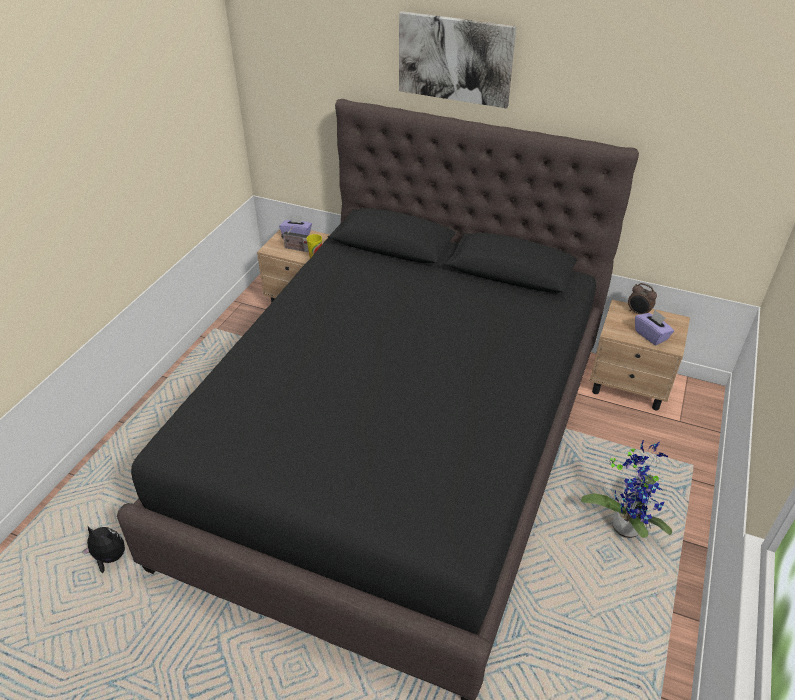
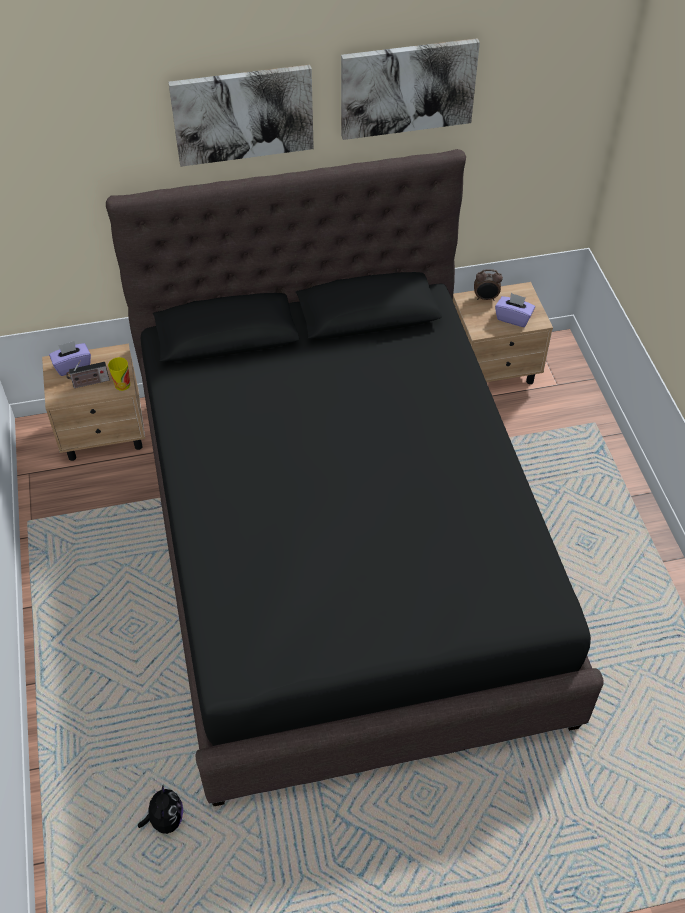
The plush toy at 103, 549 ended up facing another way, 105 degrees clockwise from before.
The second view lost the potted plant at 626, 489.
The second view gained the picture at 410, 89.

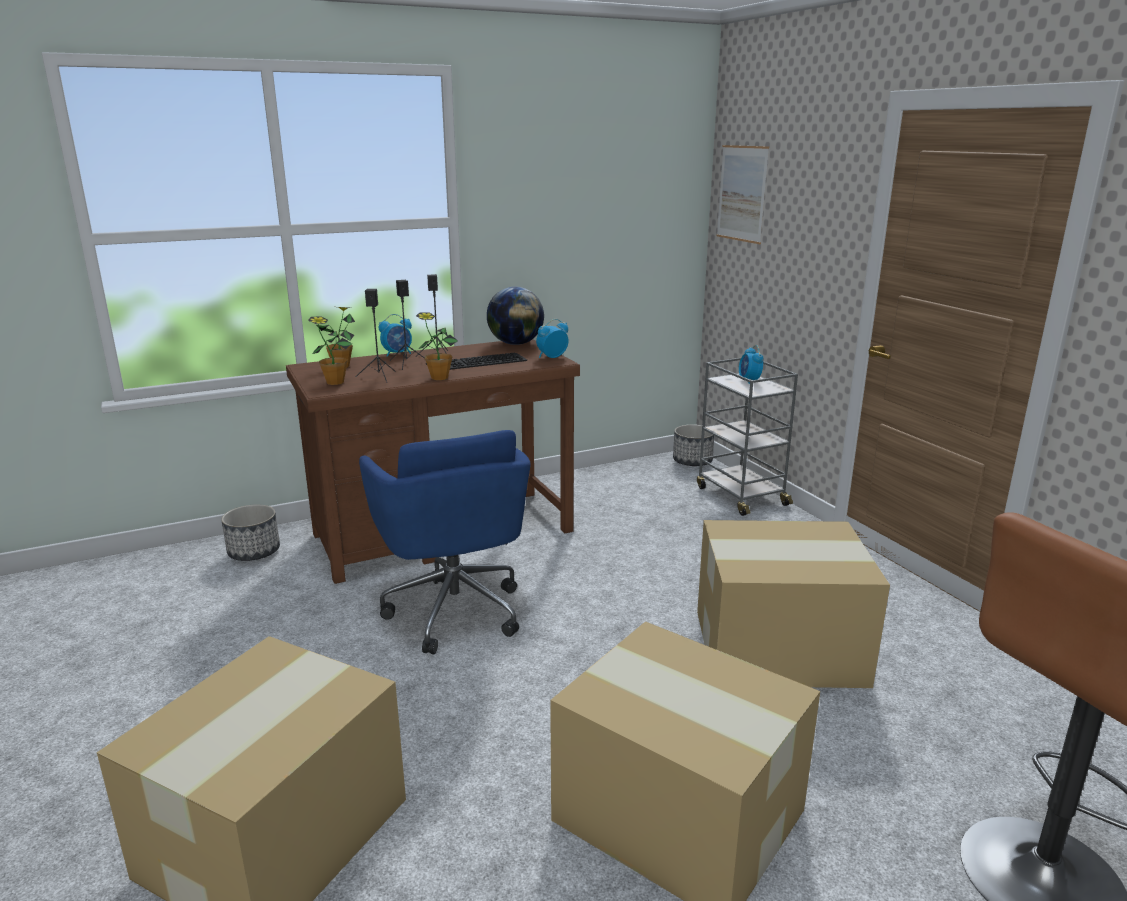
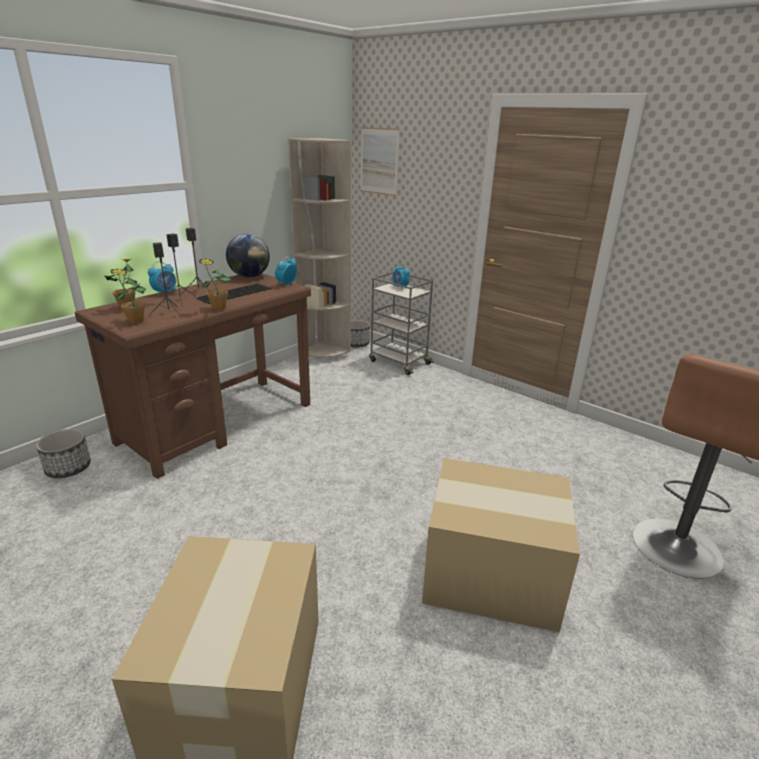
The second view lost the blue office chair at 444, 542.
The second view lost the cardboard box at 793, 604.
The second view gained the beige bookcase at 320, 249.

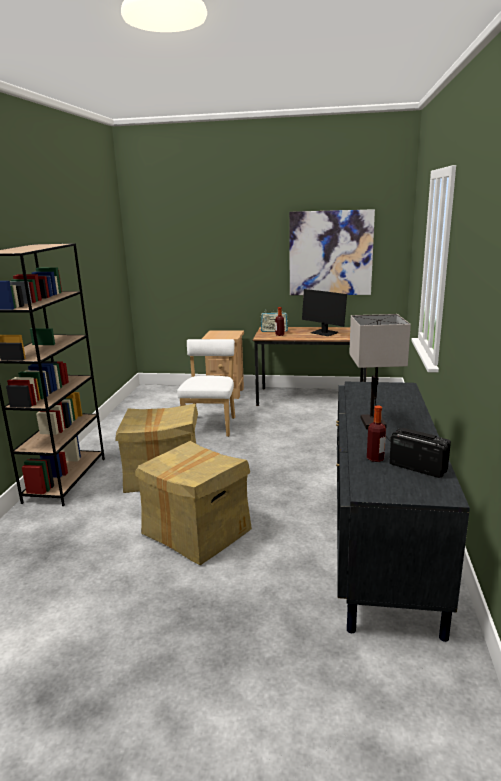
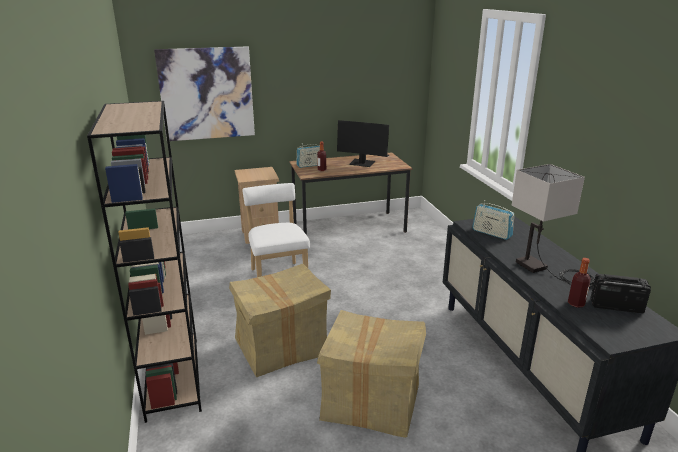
The picture ended up elsewhere, having gone from 332, 252 to 204, 93.
The second view gained the radio at 493, 220.

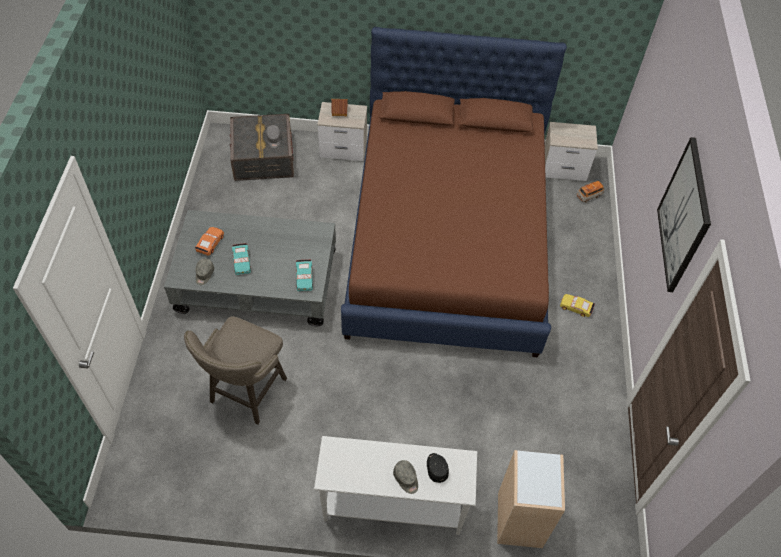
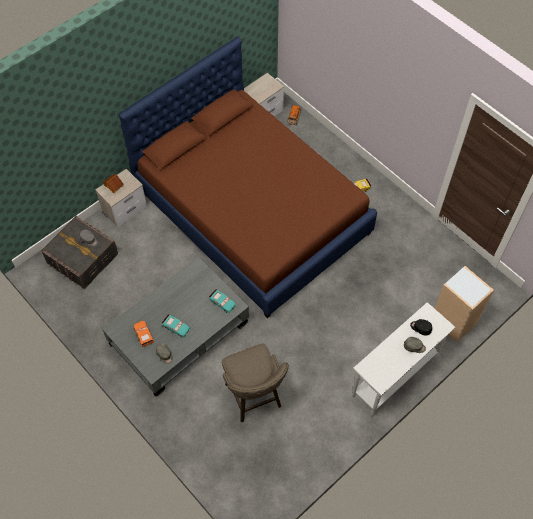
The second view lost the picture at 684, 214.

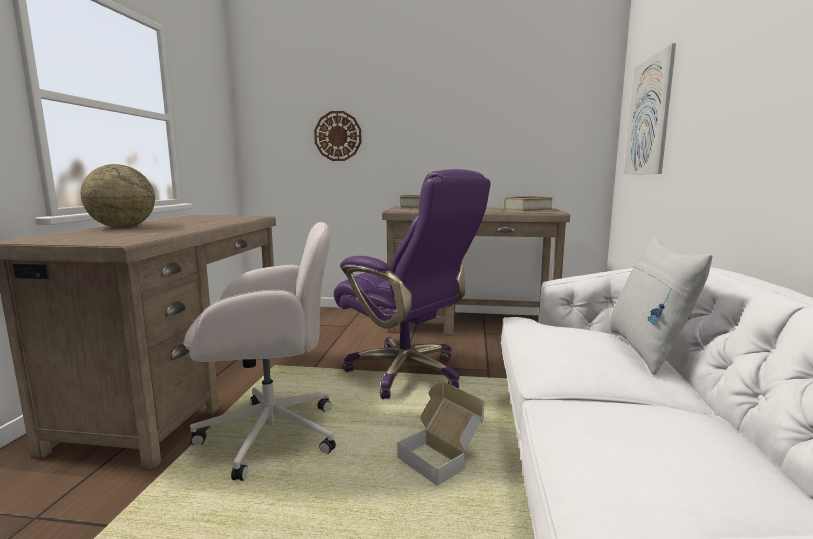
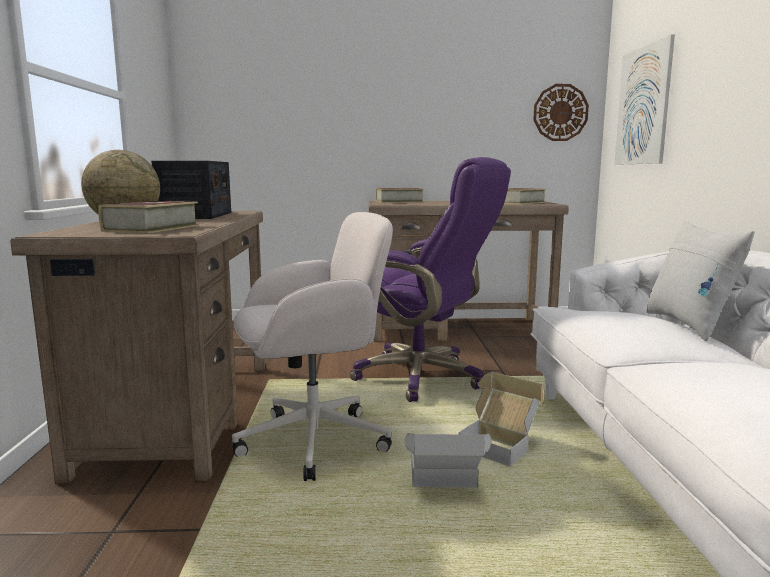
The wall clock ended up elsewhere, having gone from 338, 136 to 561, 112.
The second view gained the book at 148, 217.
The second view gained the radio at 191, 190.
The second view gained the cardboard box at 448, 460.

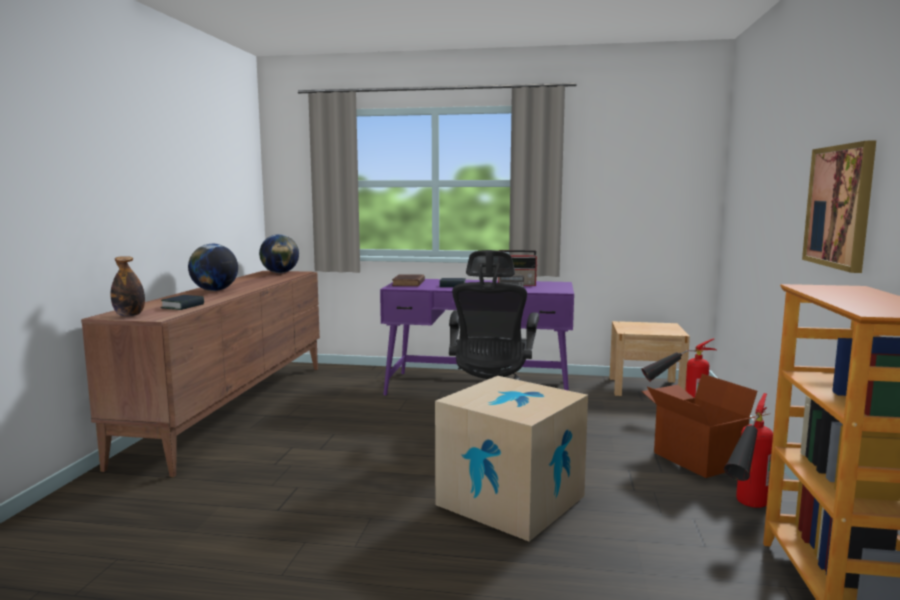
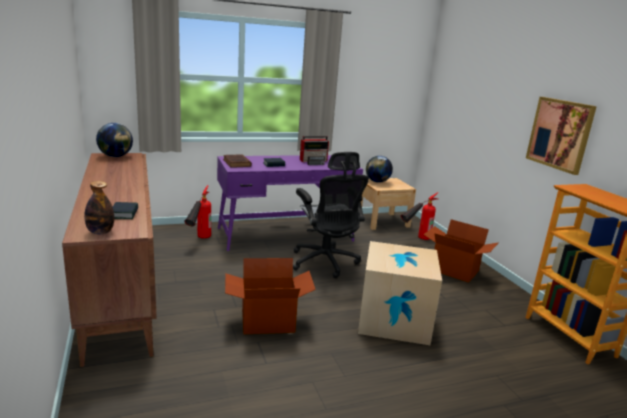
The globe ended up elsewhere, having gone from 213, 267 to 379, 169.
The fire extinguisher ended up elsewhere, having gone from 748, 450 to 197, 212.
The second view gained the cardboard box at 270, 296.

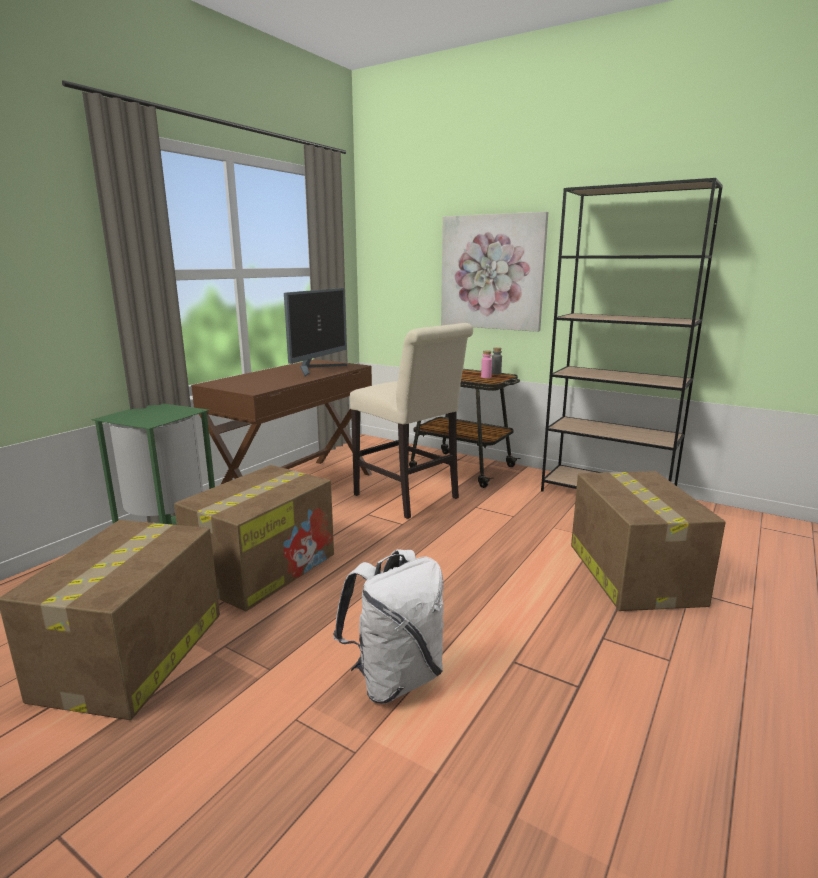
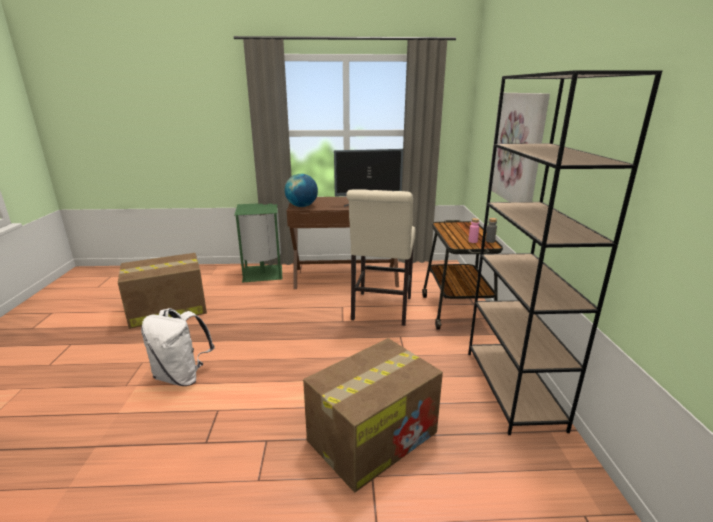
The second view lost the cardboard box at 254, 538.
The second view gained the globe at 301, 190.

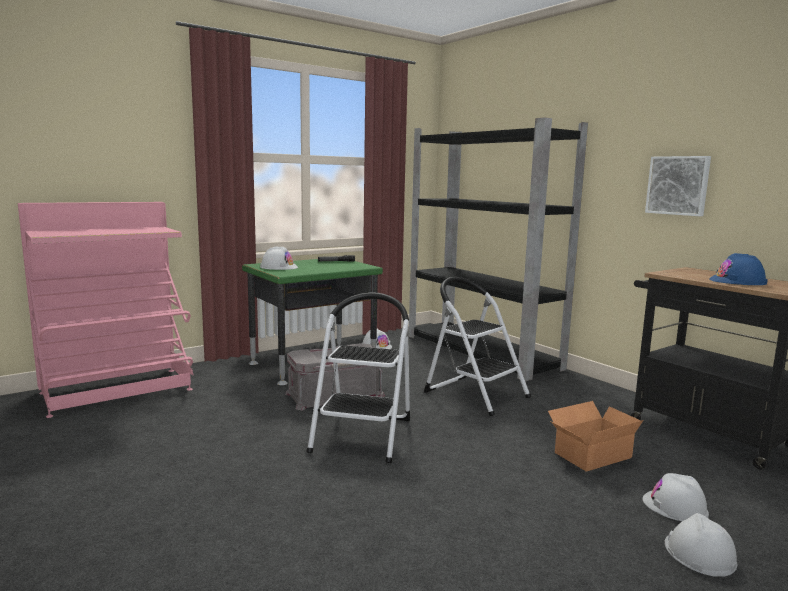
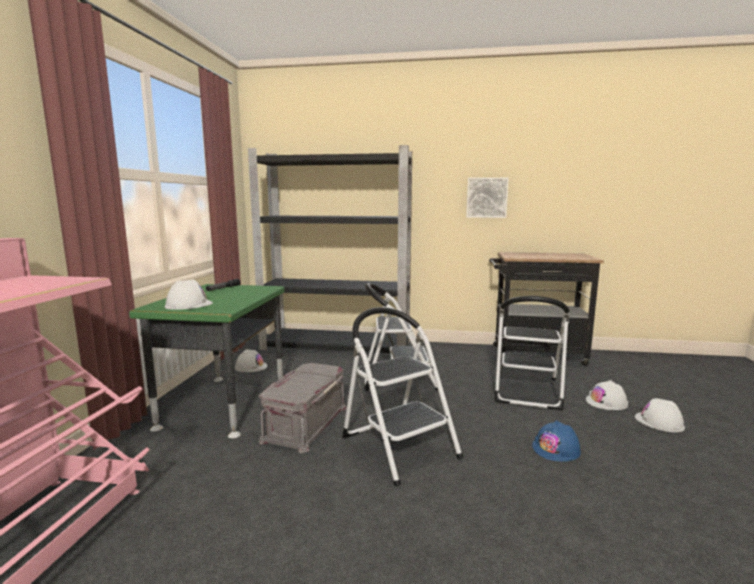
Where the cardboard box stood at 596, 436, the step ladder came to stand at 532, 353.
The blue hard hat ended up elsewhere, having gone from 738, 269 to 556, 441.

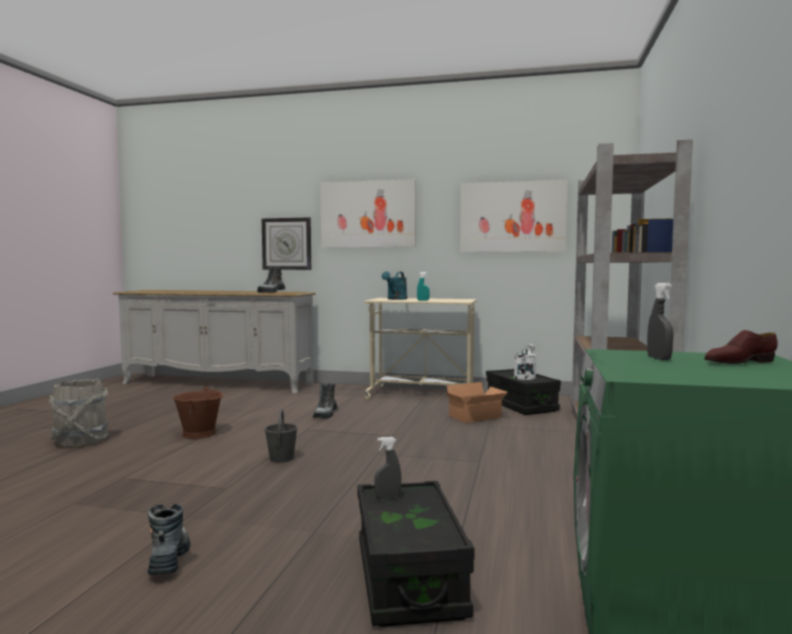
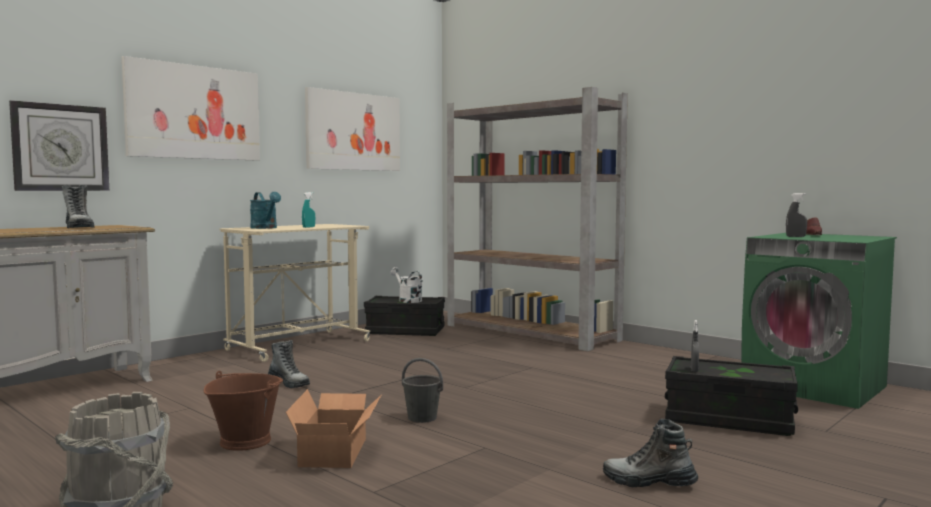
The cardboard box ended up elsewhere, having gone from 476, 402 to 334, 428.

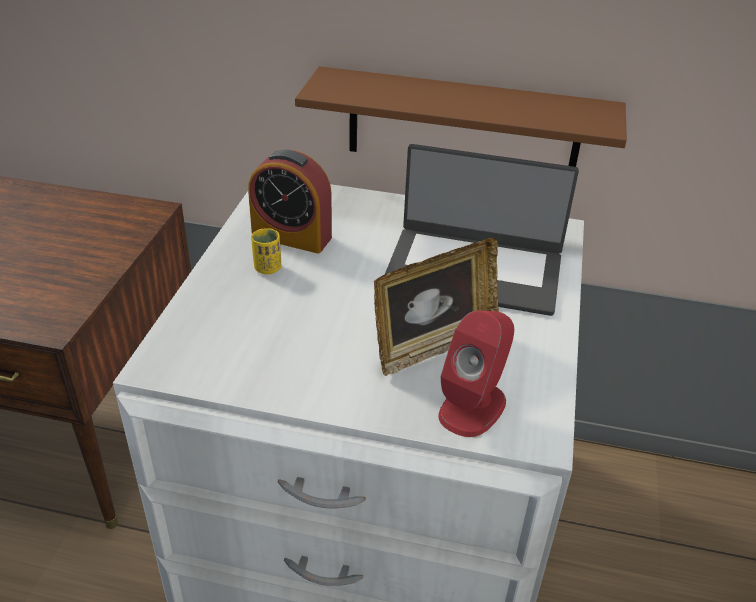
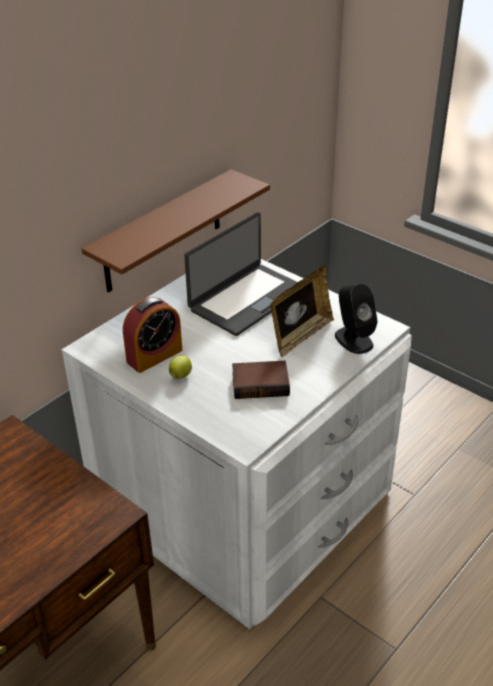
Where the yellow cup stood at 266, 251, the apple came to stand at 180, 367.
The picture frame at 436, 307 ended up facing another way, 45 degrees clockwise from before.
What was the red speaker at 476, 374 turned into the black speaker at 356, 319.
The second view gained the book at 261, 380.

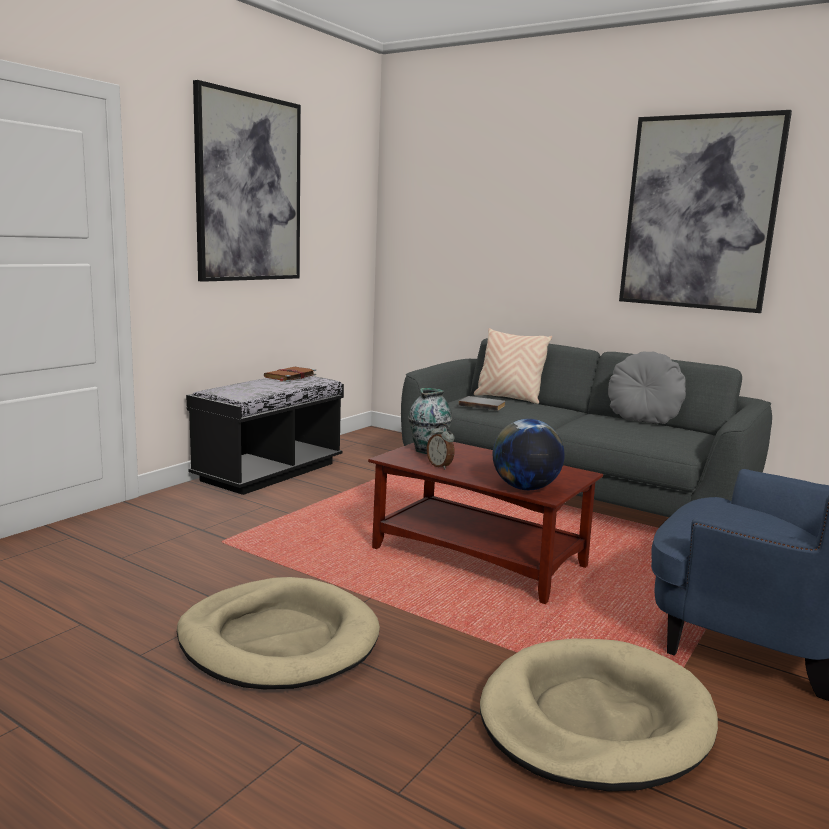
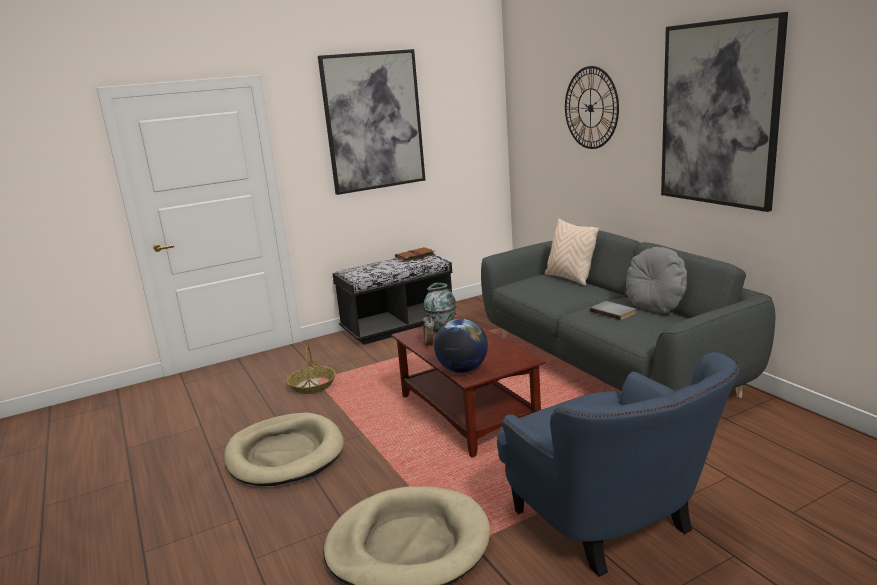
The grey book ended up elsewhere, having gone from 482, 403 to 613, 310.
The second view gained the basket at 311, 369.
The second view gained the wall clock at 592, 107.

